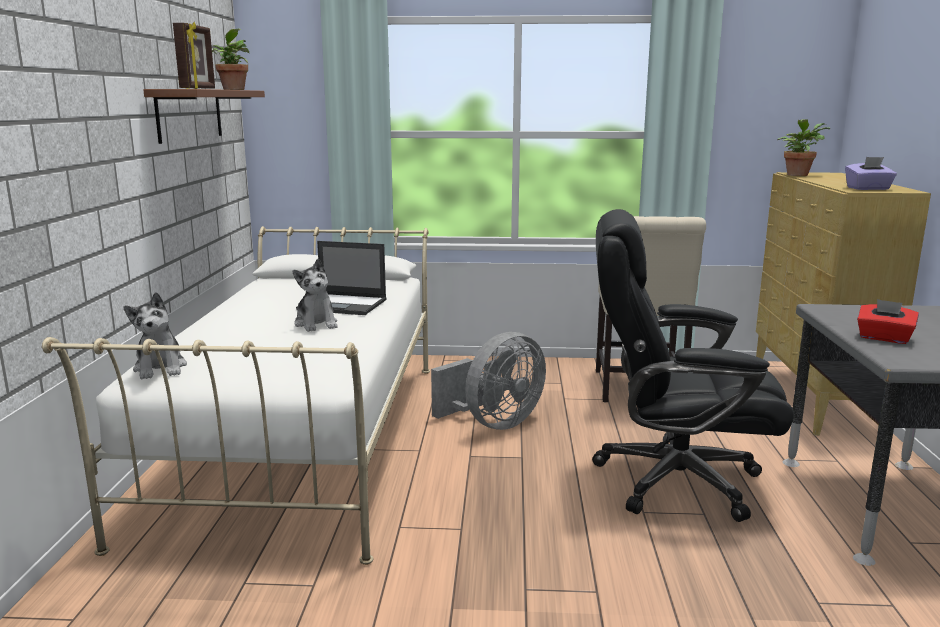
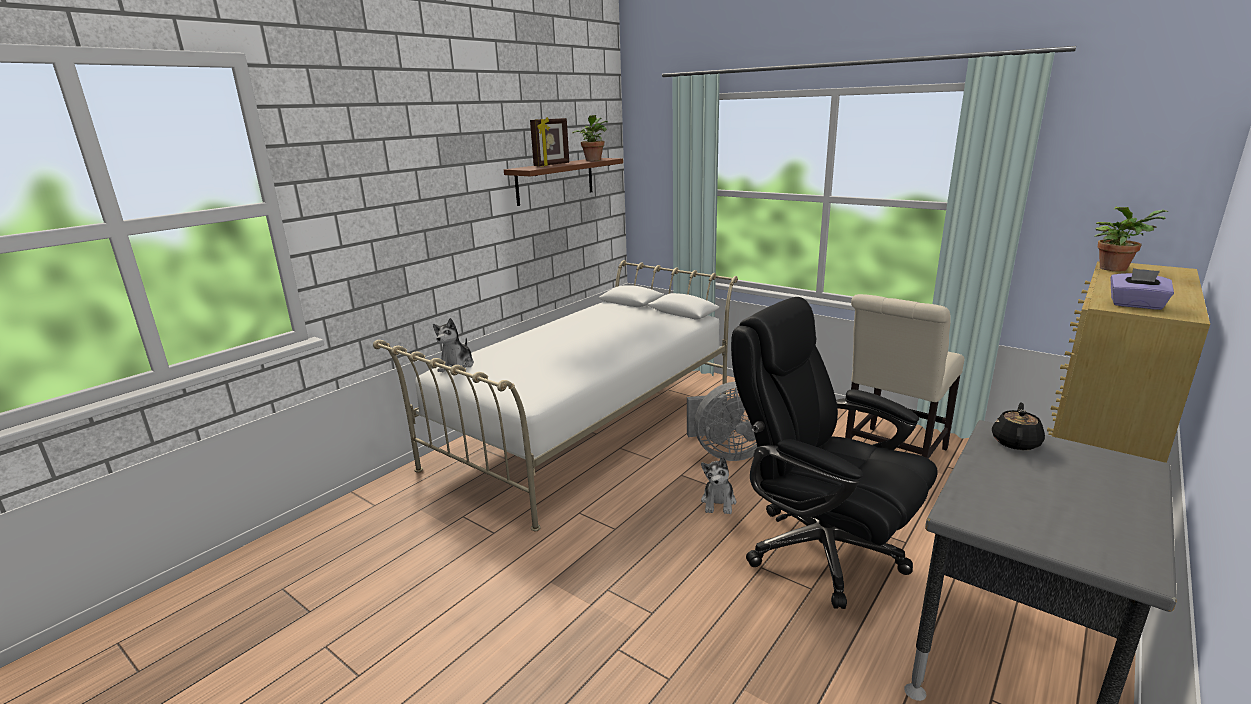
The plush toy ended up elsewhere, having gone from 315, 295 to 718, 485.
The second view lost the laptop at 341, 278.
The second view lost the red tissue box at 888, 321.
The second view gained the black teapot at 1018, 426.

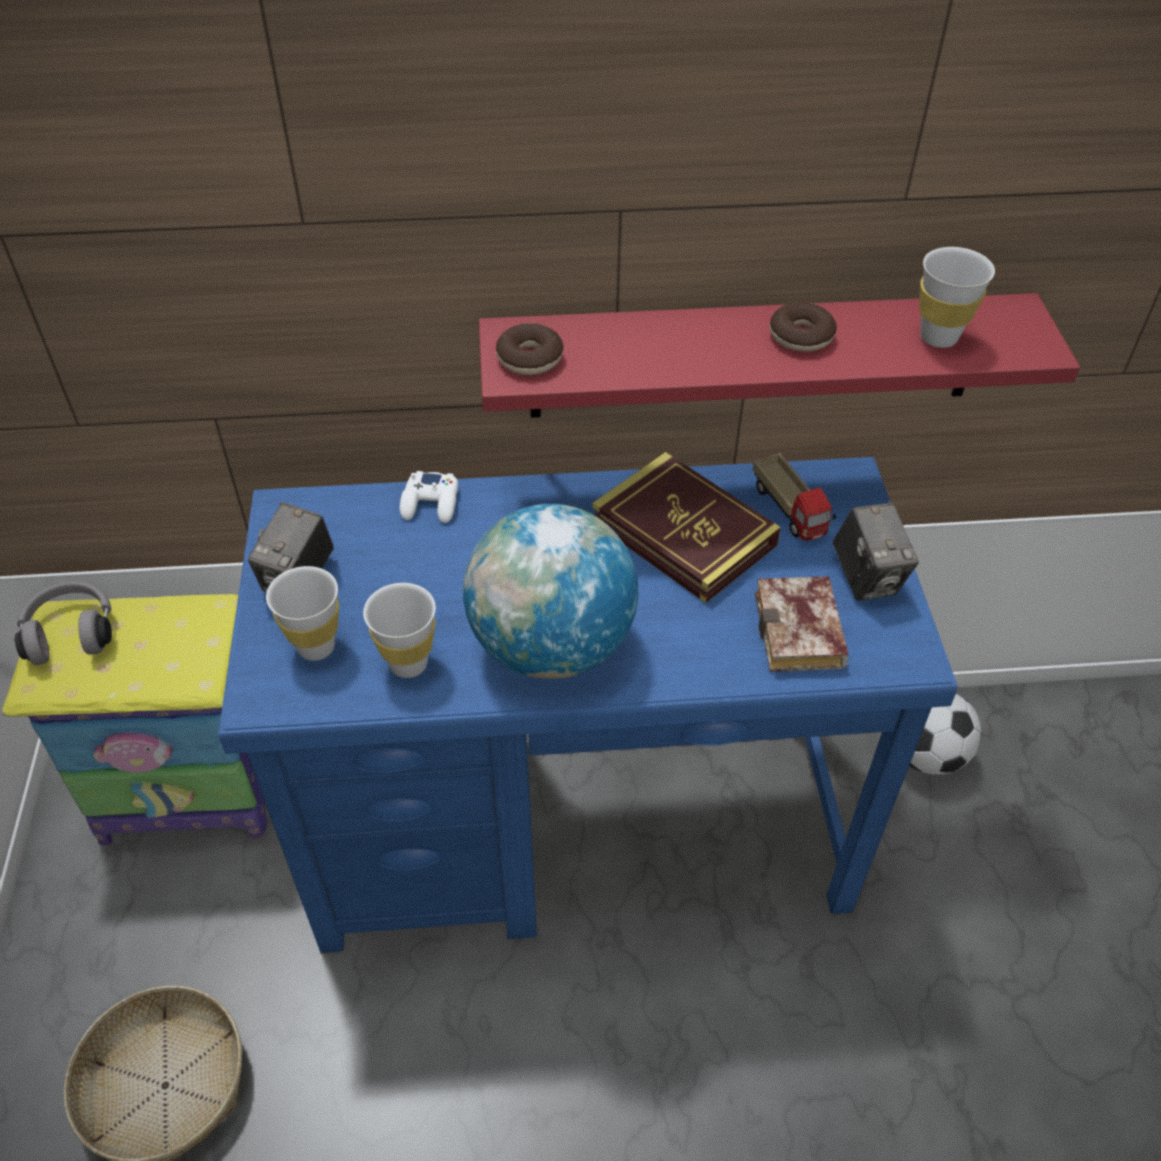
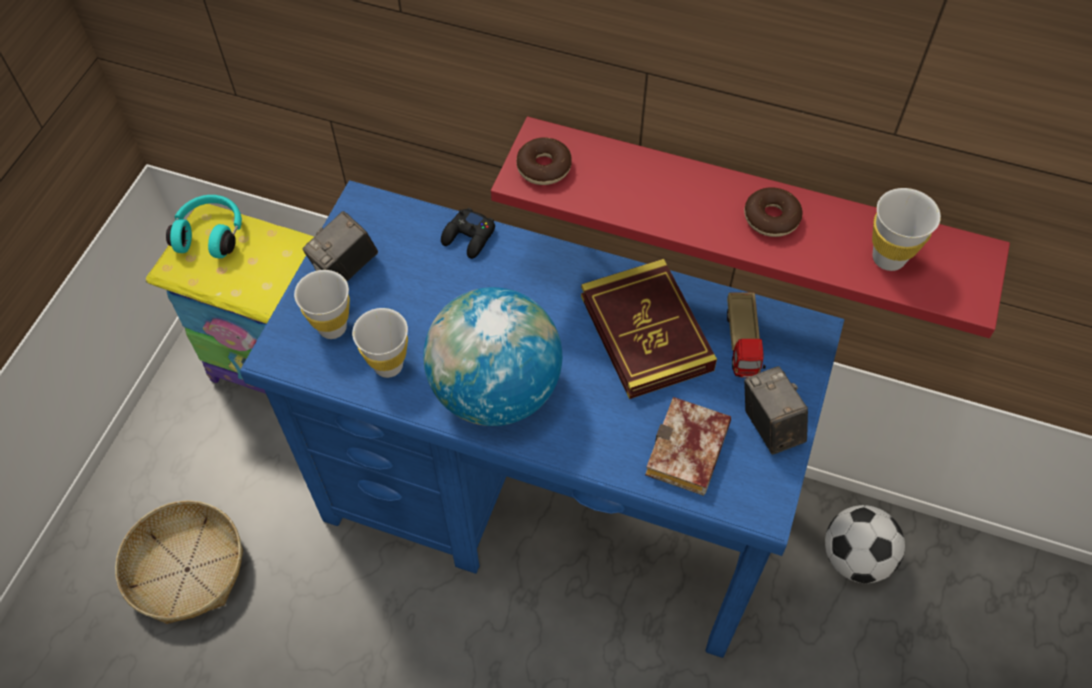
What was the grey headphones at 63, 623 turned into the turquoise headphones at 204, 227.
What was the white game controller at 429, 497 turned into the black game controller at 468, 233.
The photo camera at 875, 552 ended up facing another way, 150 degrees clockwise from before.

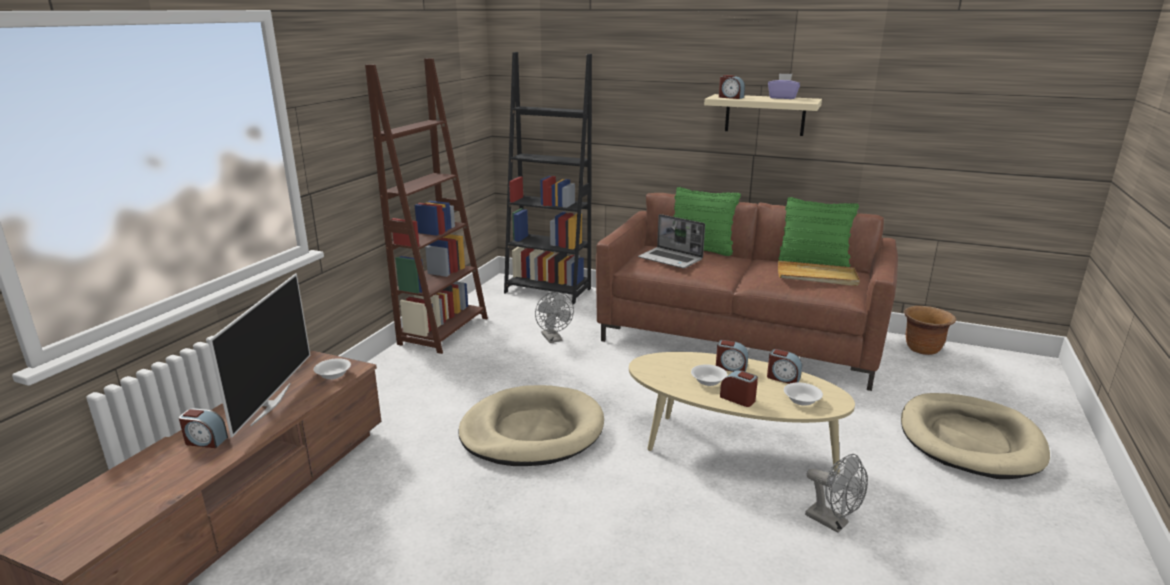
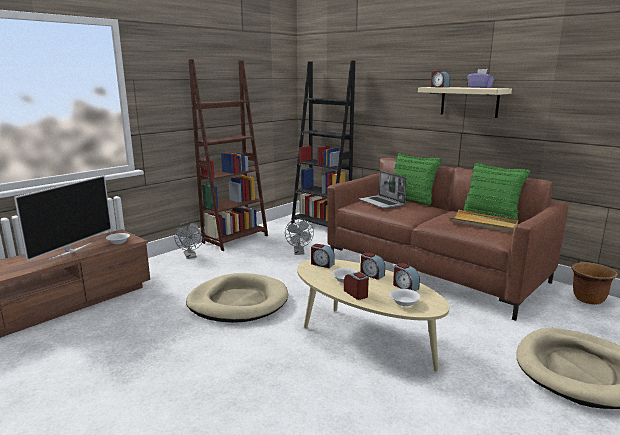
The alarm clock ended up elsewhere, having gone from 203, 428 to 323, 256.
The grey fan ended up elsewhere, having gone from 836, 493 to 189, 240.

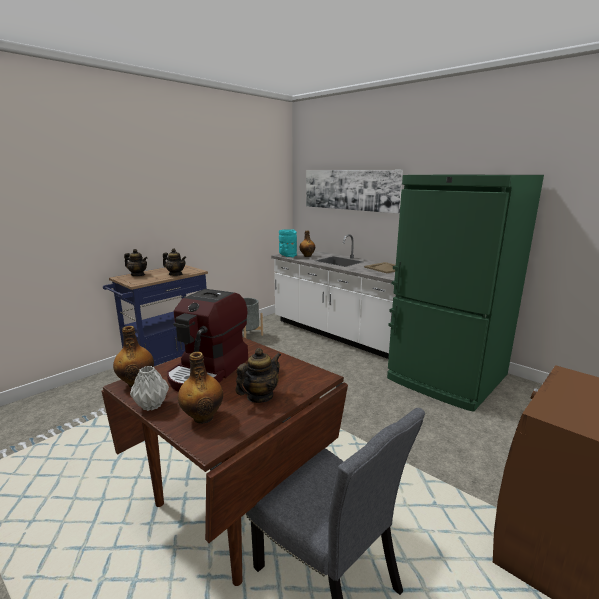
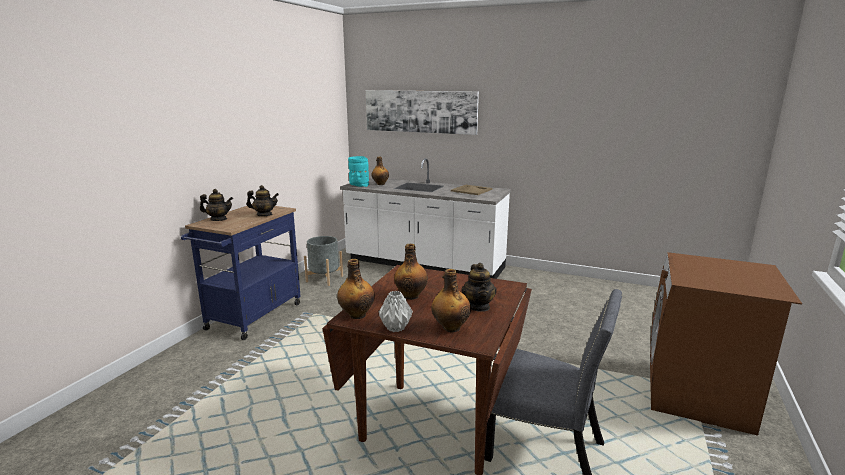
Where the coffee machine stood at 207, 340, the bottle came to stand at 411, 272.
The teapot at 258, 375 ended up facing another way, 150 degrees clockwise from before.
The second view lost the green fridge at 465, 293.

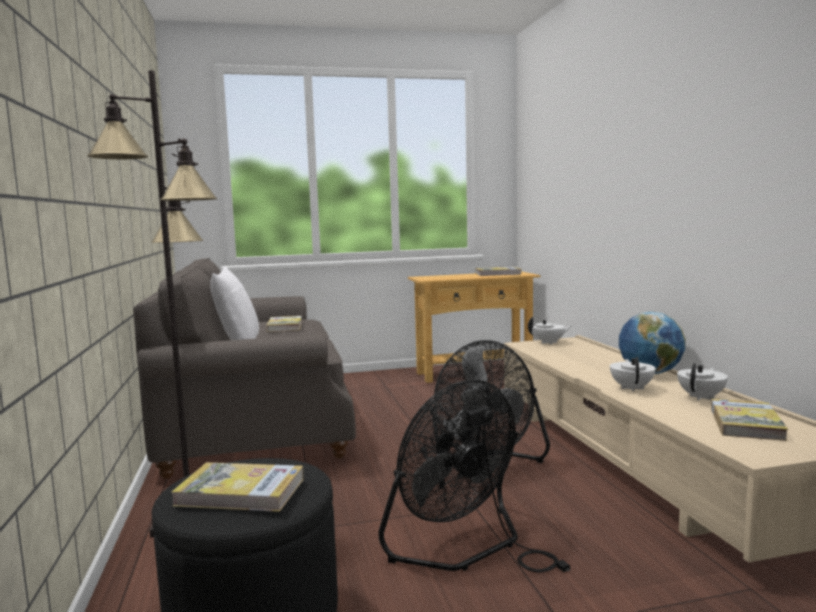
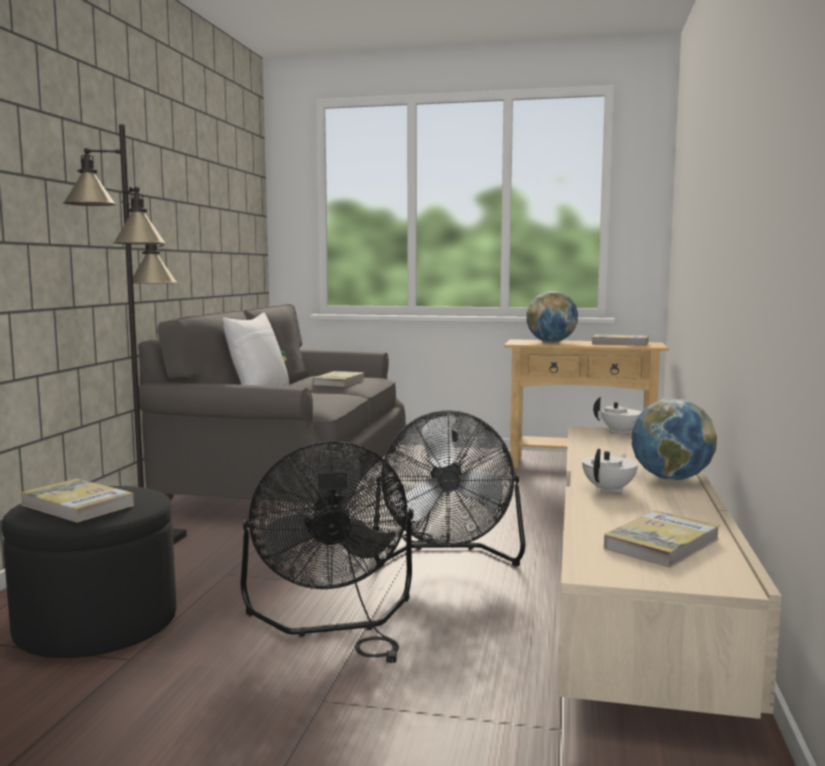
The second view lost the white teapot at 702, 381.
The second view gained the globe at 552, 317.

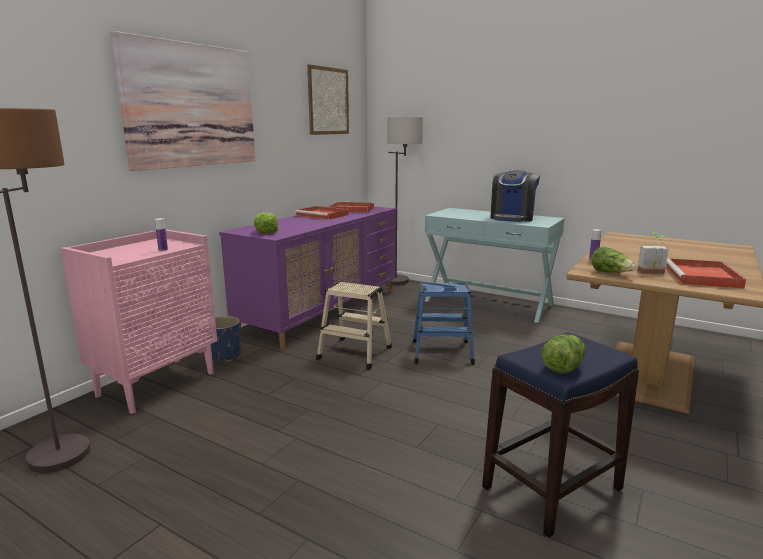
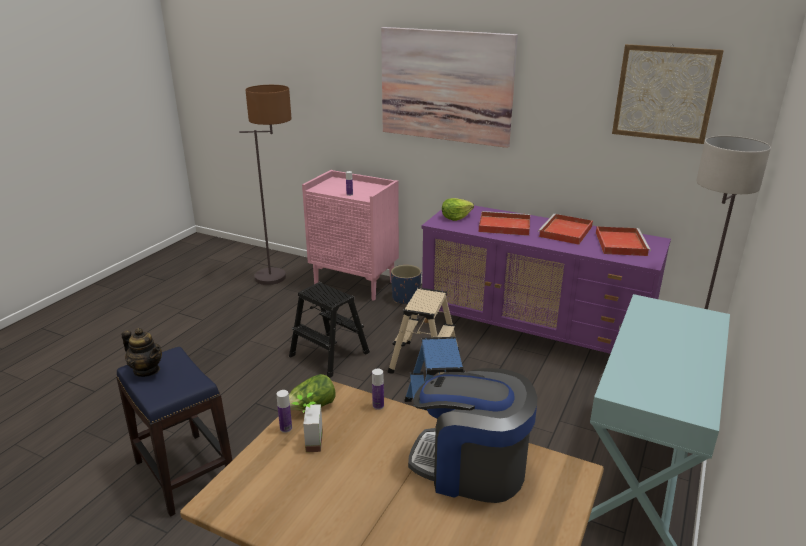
The coffee machine ended up elsewhere, having gone from 515, 196 to 472, 435.
Where the lettuce stood at 563, 354, the teapot came to stand at 142, 352.
The red tray ended up elsewhere, having gone from 706, 273 to 504, 223.
The second view gained the bottle at 284, 411.
The second view gained the black step ladder at 329, 330.

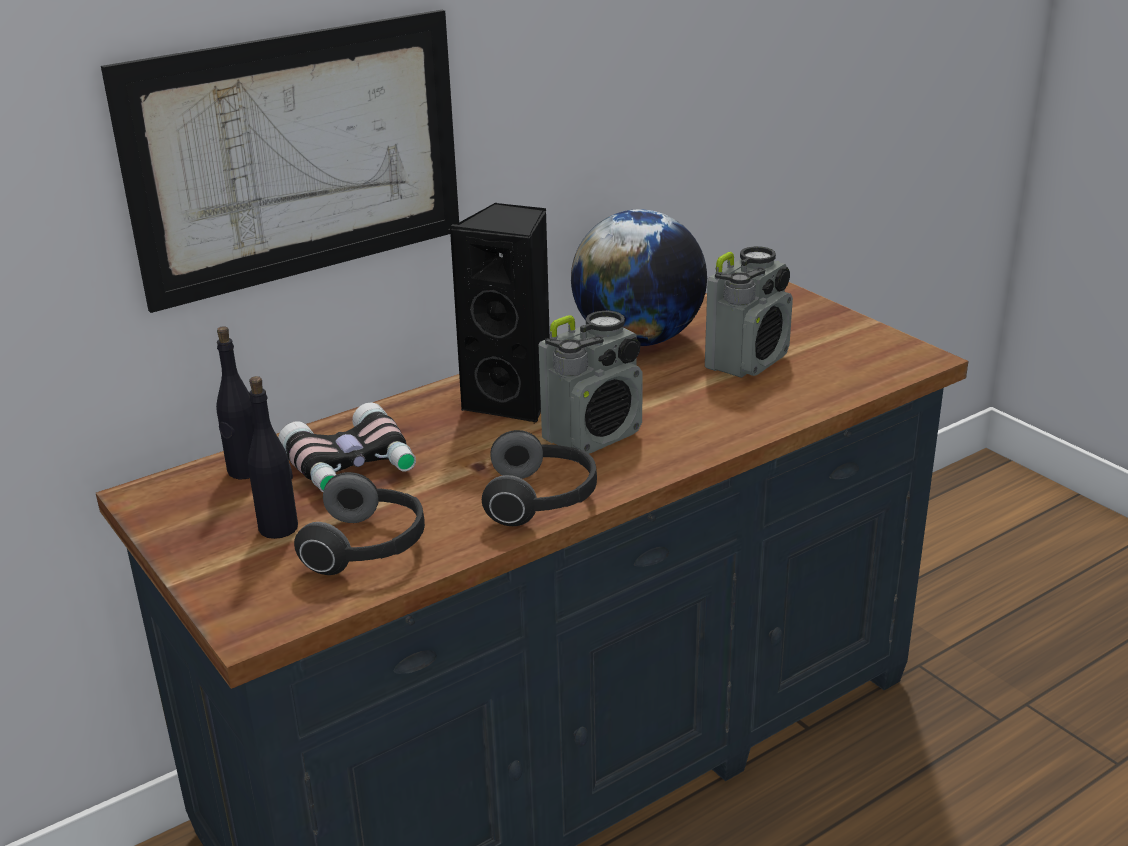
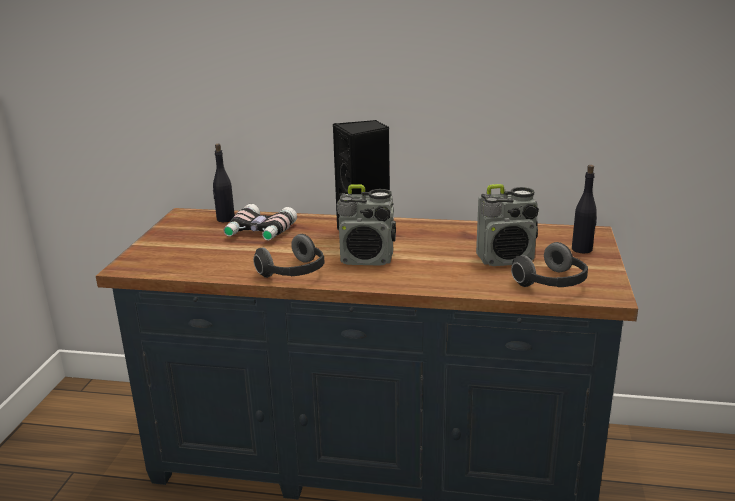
The second view lost the picture at 280, 161.
The black bottle ended up elsewhere, having gone from 273, 457 to 584, 209.
The headphones ended up elsewhere, having gone from 359, 523 to 549, 264.
The second view lost the globe at 639, 277.

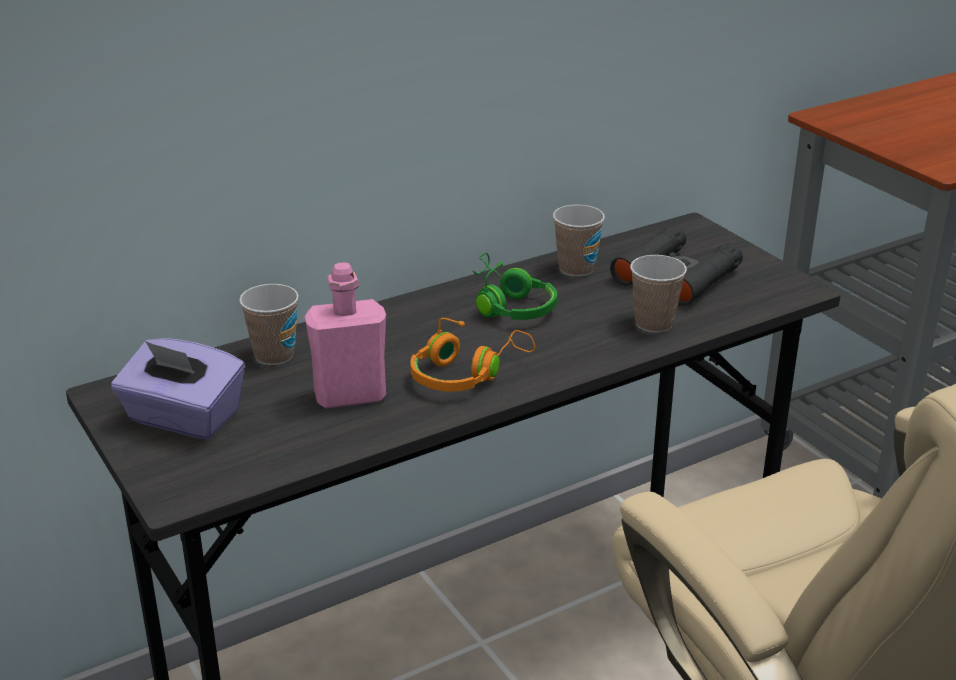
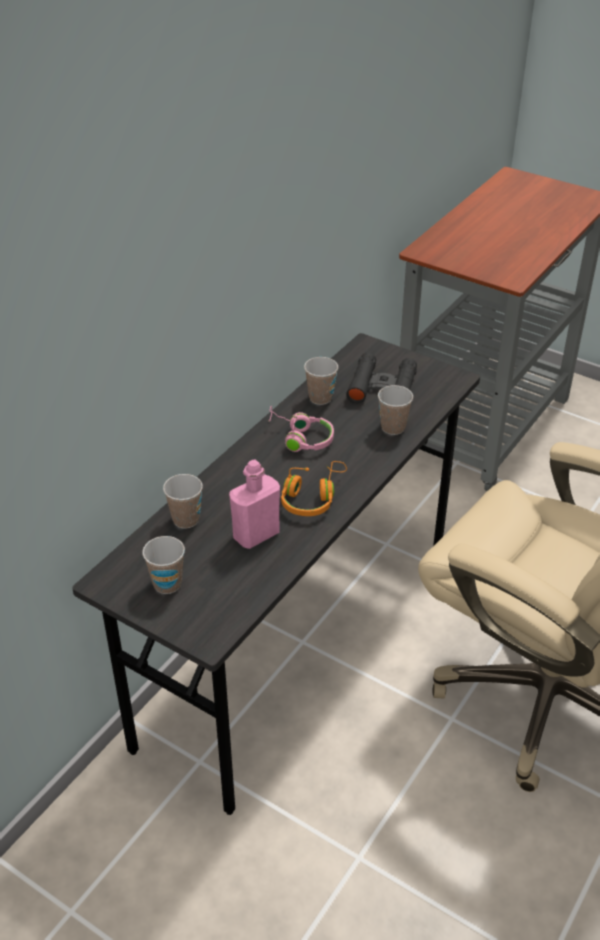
Where the purple tissue box stood at 178, 388, the cup came to stand at 163, 565.
What was the green headphones at 514, 286 turned into the pink headphones at 301, 429.

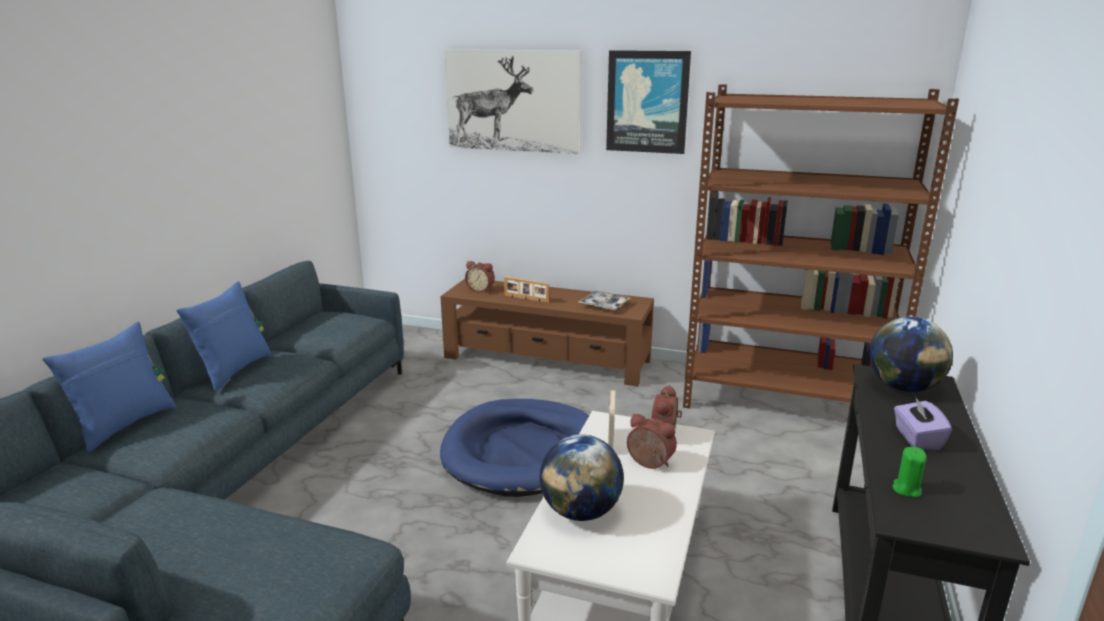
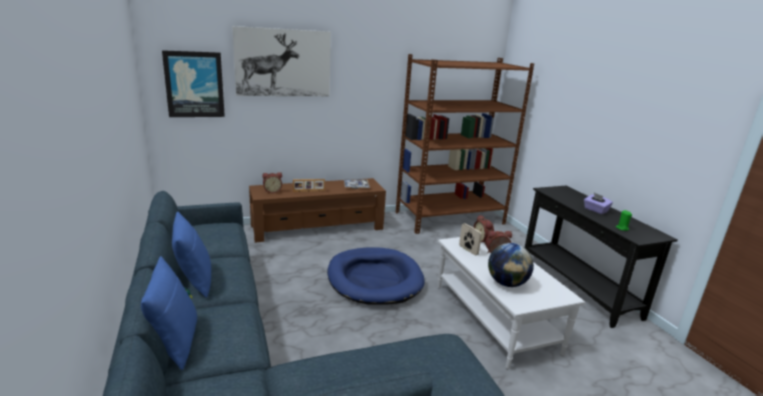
The picture ended up elsewhere, having gone from 648, 102 to 193, 83.
The second view lost the globe at 911, 354.

